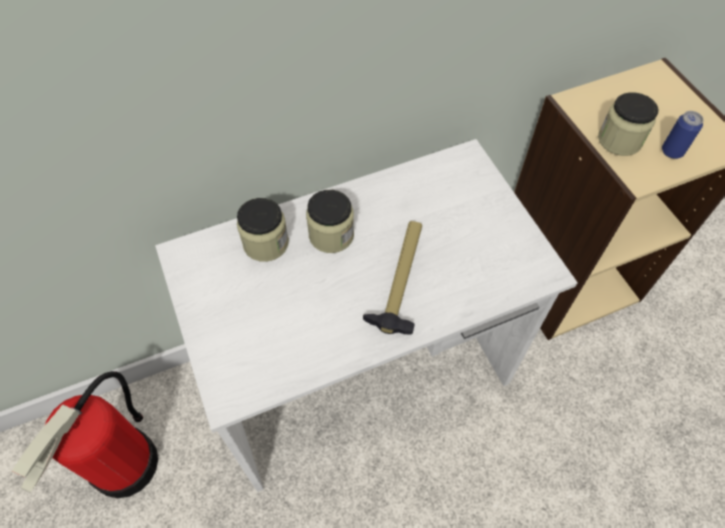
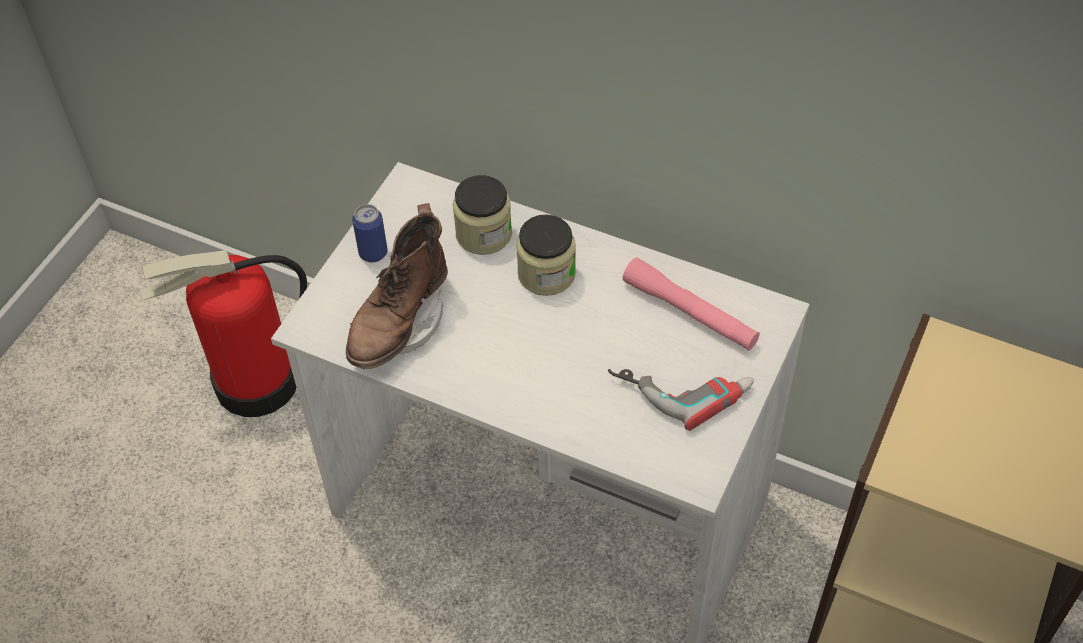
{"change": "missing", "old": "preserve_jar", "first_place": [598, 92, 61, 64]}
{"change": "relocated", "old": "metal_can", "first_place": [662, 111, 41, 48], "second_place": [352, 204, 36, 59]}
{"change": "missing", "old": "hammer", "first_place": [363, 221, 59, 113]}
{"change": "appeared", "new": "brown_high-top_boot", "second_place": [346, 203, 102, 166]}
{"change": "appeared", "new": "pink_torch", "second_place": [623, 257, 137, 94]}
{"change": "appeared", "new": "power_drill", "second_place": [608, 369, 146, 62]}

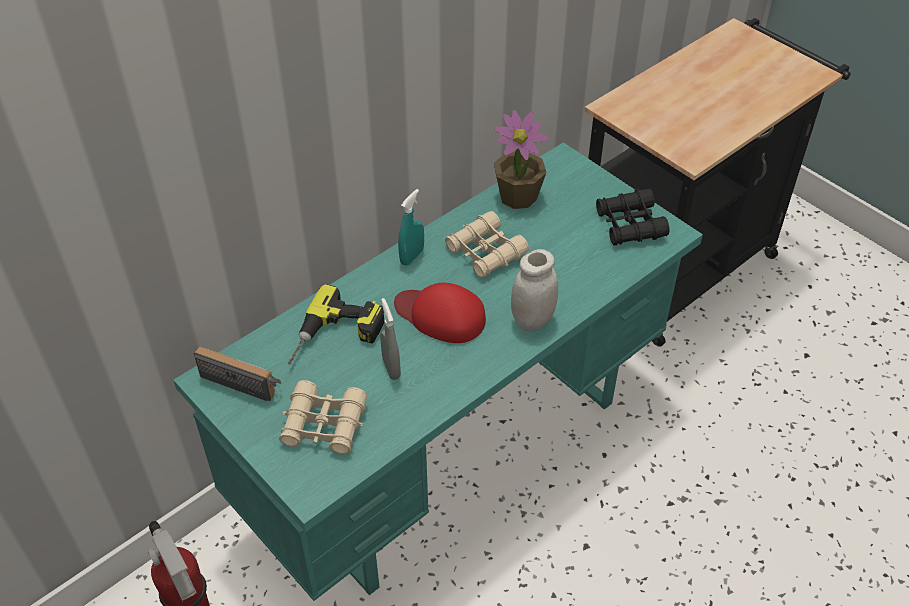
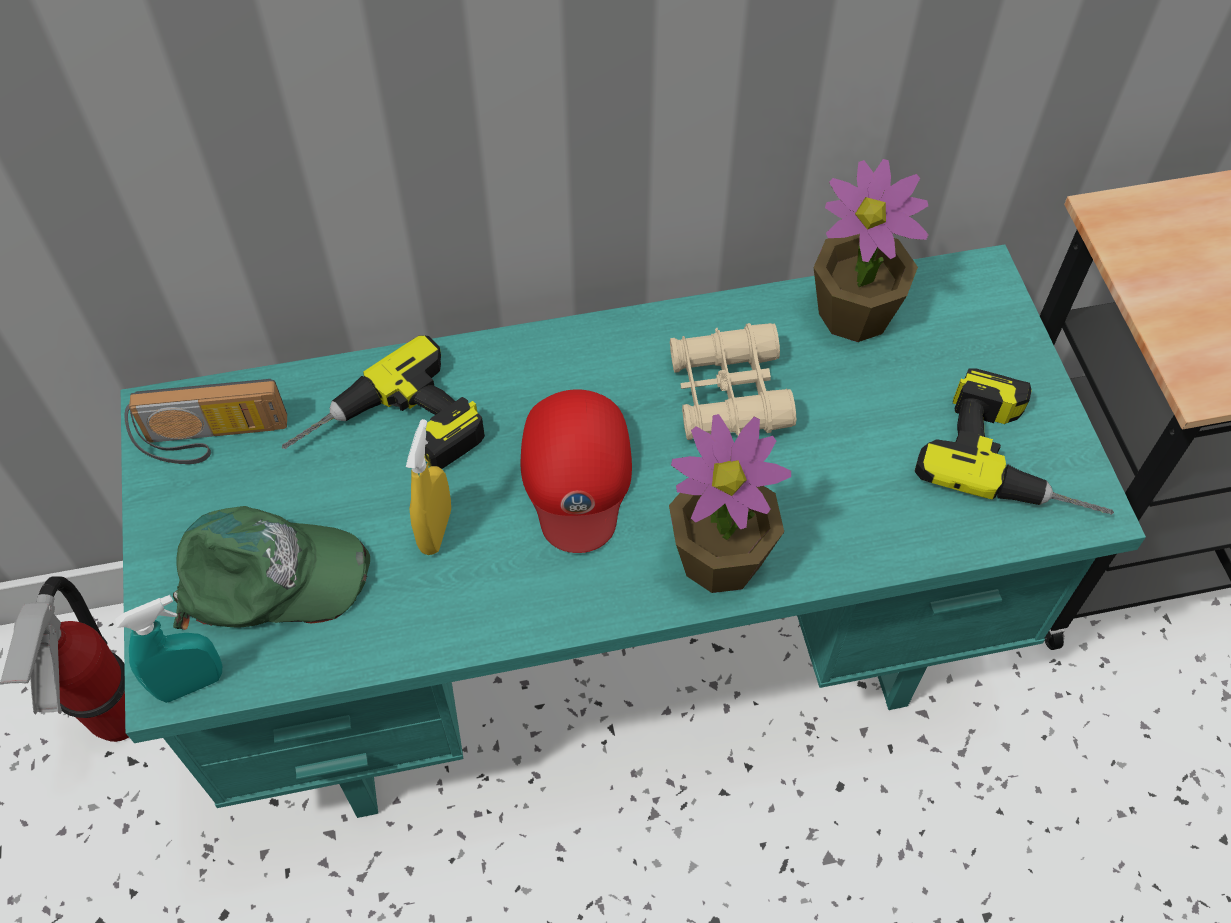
{"change": "relocated", "old": "turquoise_spray_bottle", "first_place": [398, 189, 26, 77], "second_place": [115, 595, 107, 108]}
{"change": "exchanged", "old": "blackish_field_glasses", "new": "power_drill", "first_place": [596, 189, 74, 57], "second_place": [914, 368, 200, 147]}
{"change": "exchanged", "old": "white-coloured_preserve_jar", "new": "potted_plant", "first_place": [511, 249, 47, 82], "second_place": [669, 414, 122, 179]}
{"change": "spun", "old": "red-coloured_baseball_cap", "first_place": [394, 283, 92, 60], "second_place": [521, 389, 111, 164], "degrees": -150}
{"change": "colour", "old": "greyish_spray_bottle", "new": "yellow_spray_bottle", "first_place": [380, 298, 21, 82], "second_place": [406, 419, 45, 136]}
{"change": "spun", "old": "radio_receiver", "first_place": [194, 347, 87, 54], "second_place": [125, 379, 162, 85], "degrees": 120}
{"change": "exchanged", "old": "beige_field_glasses", "new": "green-coloured_baseball_cap", "first_place": [279, 380, 88, 74], "second_place": [173, 506, 197, 124]}

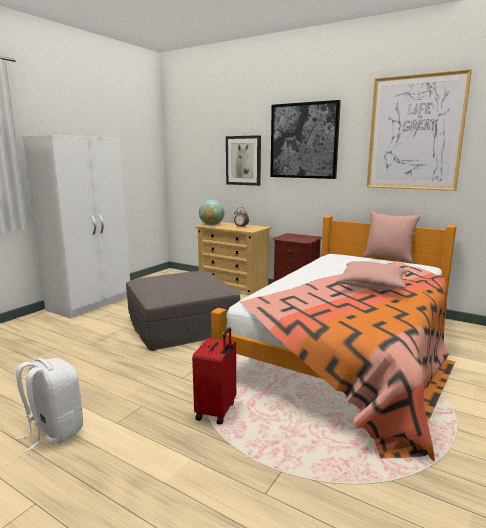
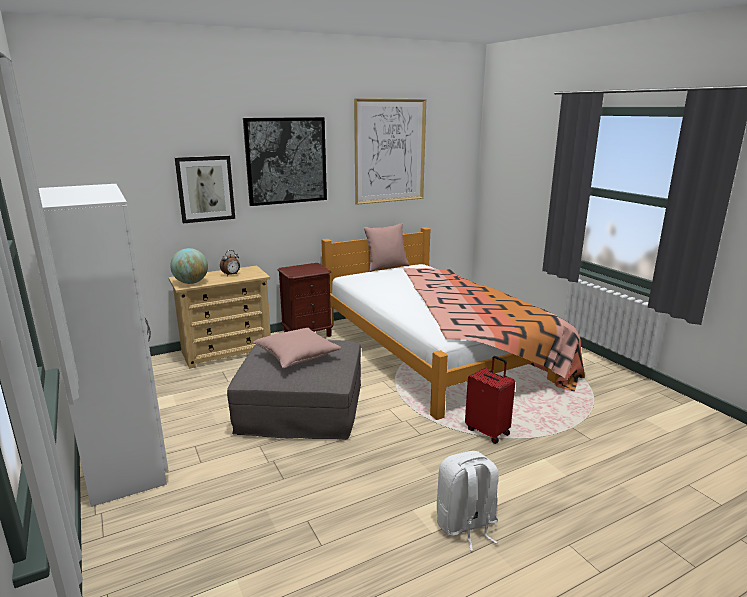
{"change": "relocated", "old": "pink_throw_pillow", "first_place": [336, 261, 72, 29], "second_place": [253, 328, 88, 41]}

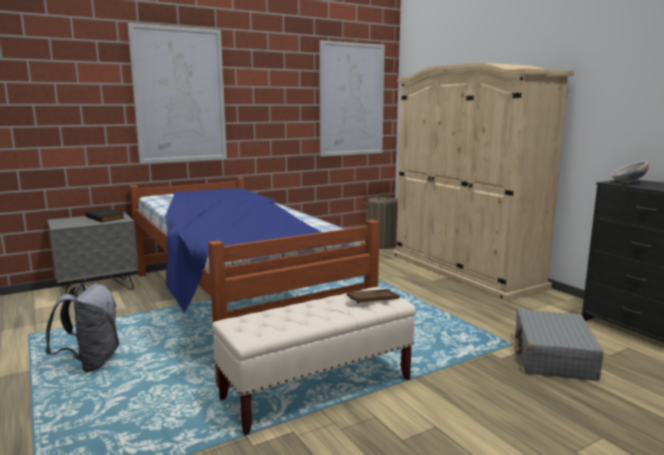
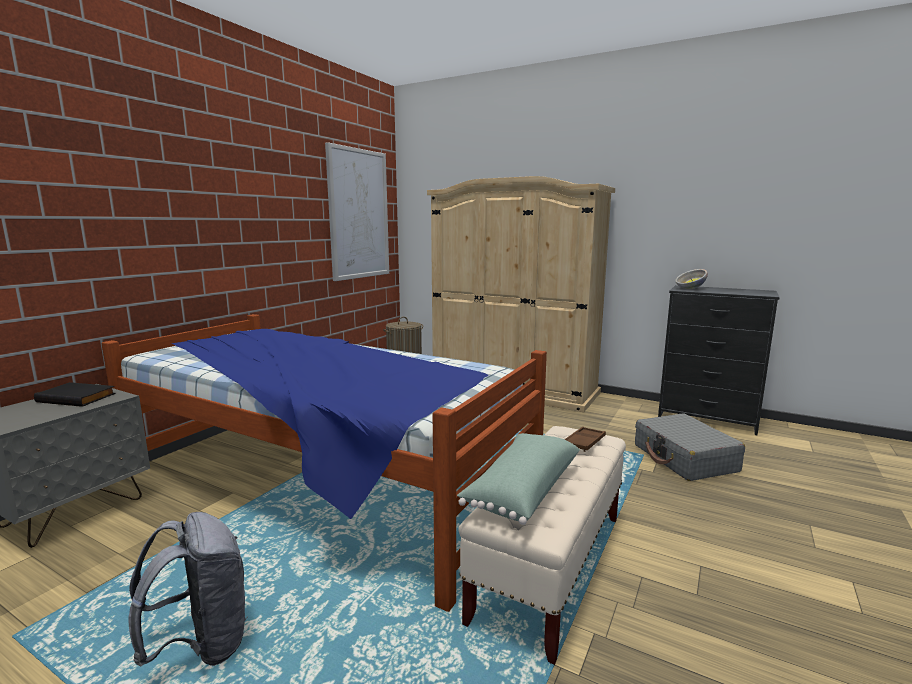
{"change": "missing", "old": "wall_art", "first_place": [127, 23, 100, 141]}
{"change": "appeared", "new": "green-coloured_throw_pillow", "second_place": [457, 433, 123, 92]}

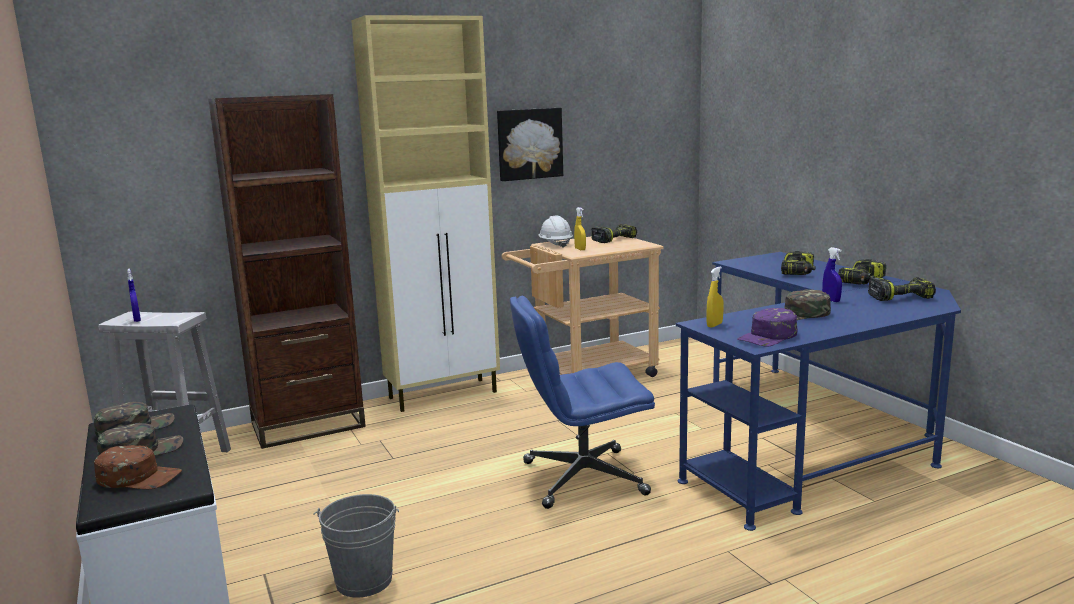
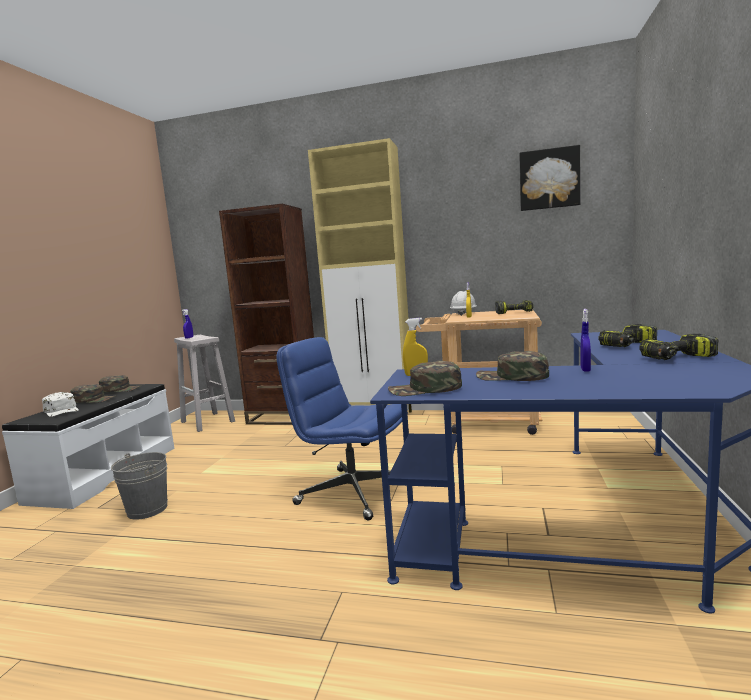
{"change": "relocated", "old": "wall_art", "first_place": [497, 108, 66, 73], "second_place": [519, 145, 61, 66]}
{"change": "missing", "old": "power_drill", "first_place": [868, 277, 68, 24]}
{"change": "colour", "old": "purplish_baseball_cap", "new": "green-coloured_baseball_cap", "first_place": [737, 308, 60, 38], "second_place": [388, 361, 74, 35]}
{"change": "colour", "old": "brown_baseball_cap", "new": "white-coloured_baseball_cap", "first_place": [94, 445, 88, 44], "second_place": [42, 392, 37, 25]}

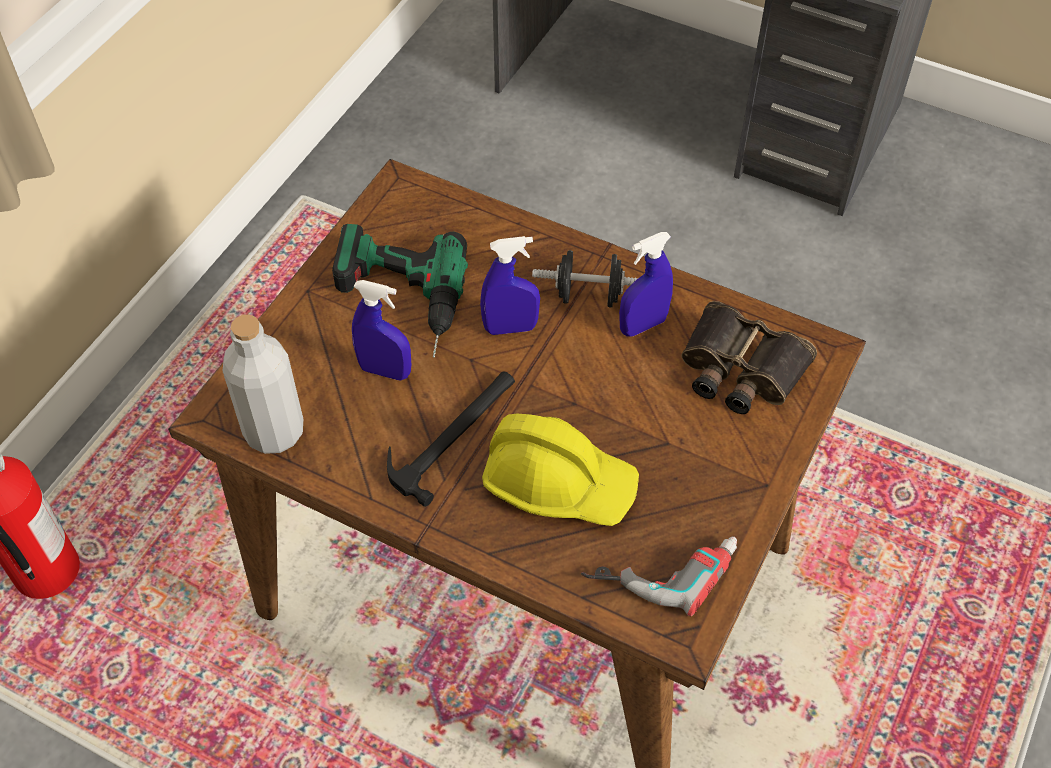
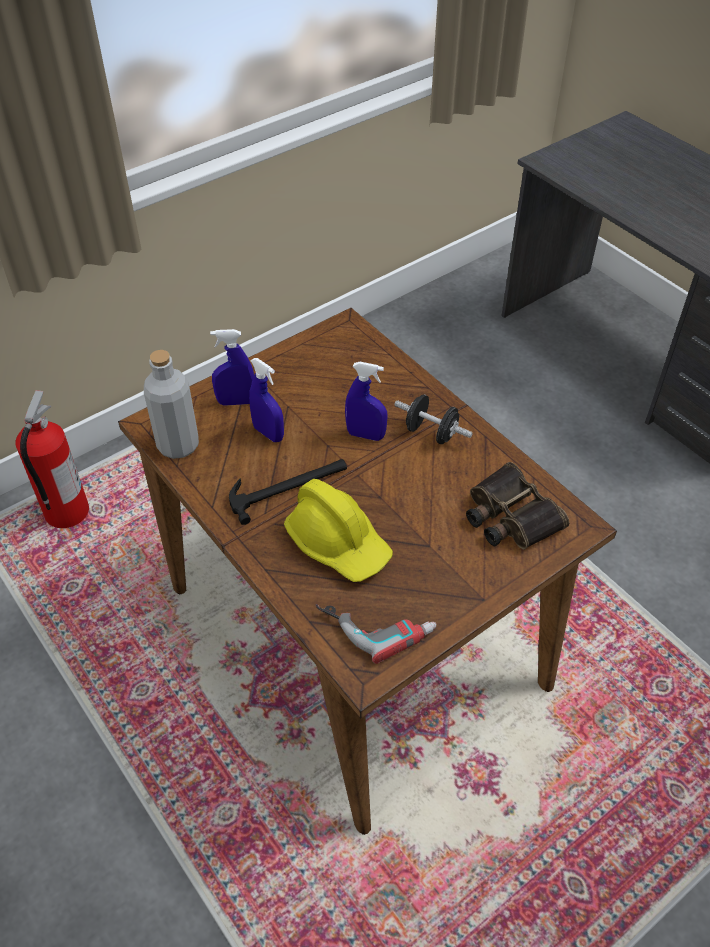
{"change": "missing", "old": "power_drill", "first_place": [332, 224, 136, 134]}
{"change": "relocated", "old": "bluish_spray_bottle", "first_place": [619, 232, 54, 105], "second_place": [210, 329, 44, 77]}

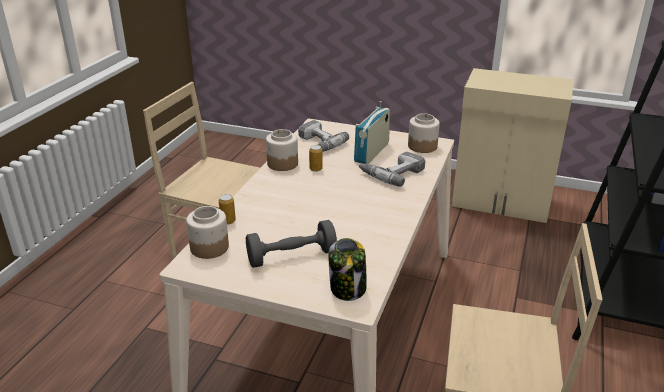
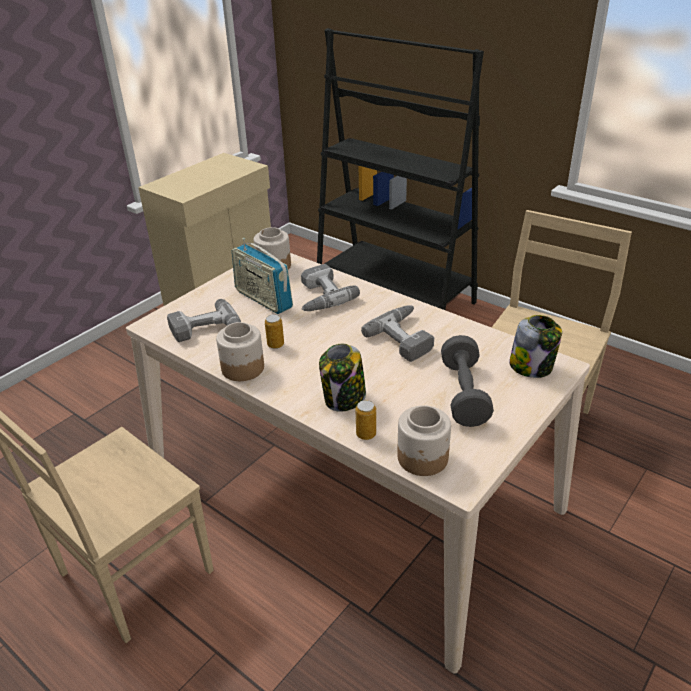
{"change": "appeared", "new": "power_drill", "second_place": [361, 305, 73, 57]}
{"change": "appeared", "new": "preserve_jar", "second_place": [319, 344, 47, 68]}

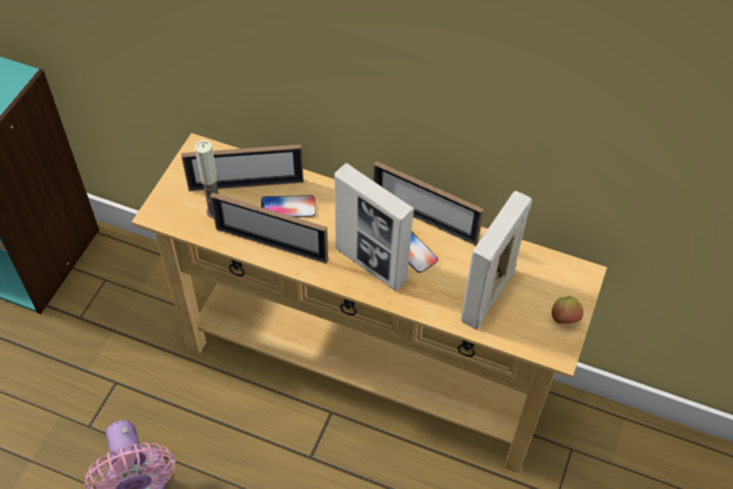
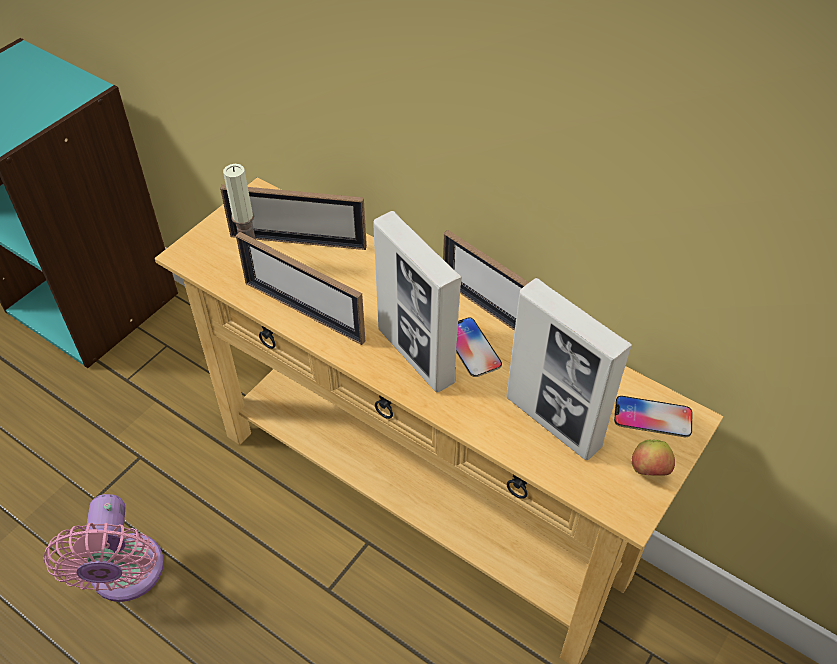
{"change": "spun", "old": "photo_frame", "first_place": [461, 191, 71, 139], "second_place": [506, 278, 126, 182], "degrees": -90}
{"change": "relocated", "old": "phone", "first_place": [261, 195, 55, 23], "second_place": [614, 396, 78, 41]}

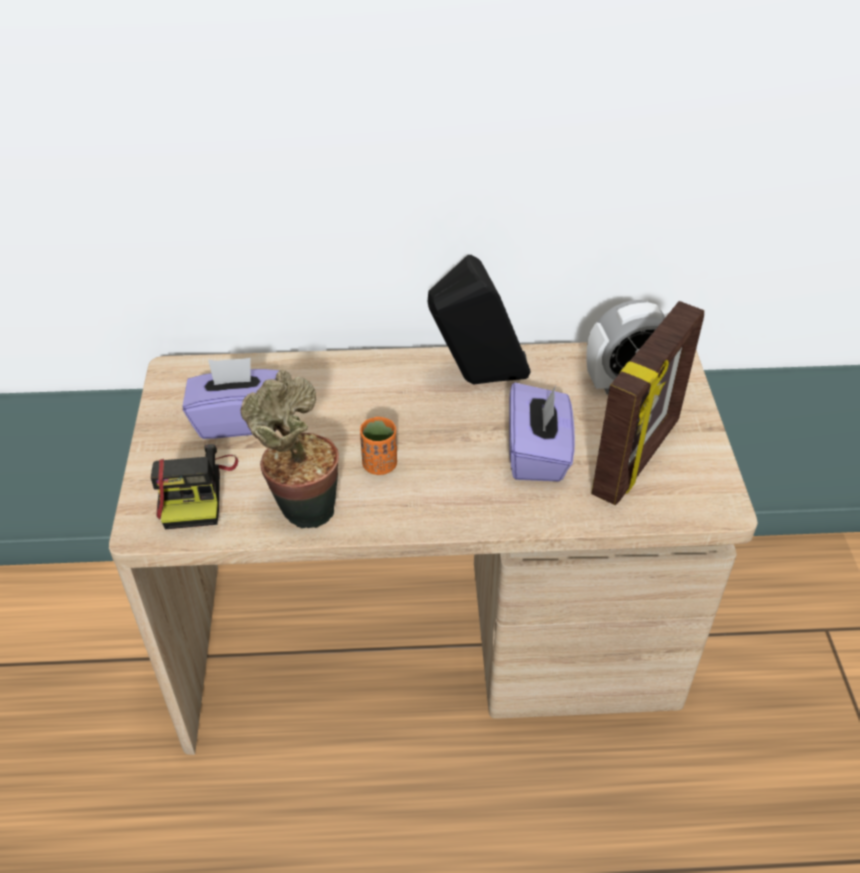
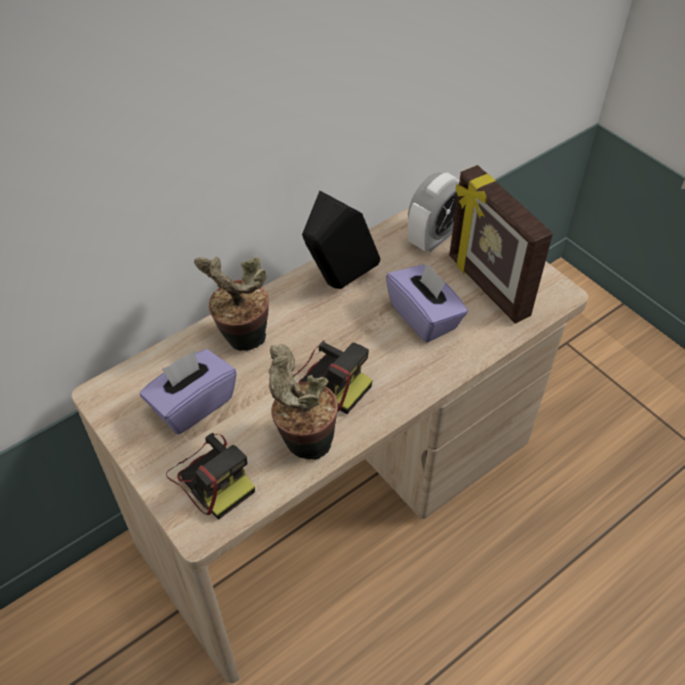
{"change": "spun", "old": "photo_frame", "first_place": [591, 301, 113, 204], "second_place": [449, 165, 104, 159], "degrees": 150}
{"change": "exchanged", "old": "orangey_drinking_cup", "new": "still_camera", "first_place": [360, 417, 37, 58], "second_place": [293, 340, 80, 74]}
{"change": "appeared", "new": "potted_plant", "second_place": [194, 257, 75, 94]}

